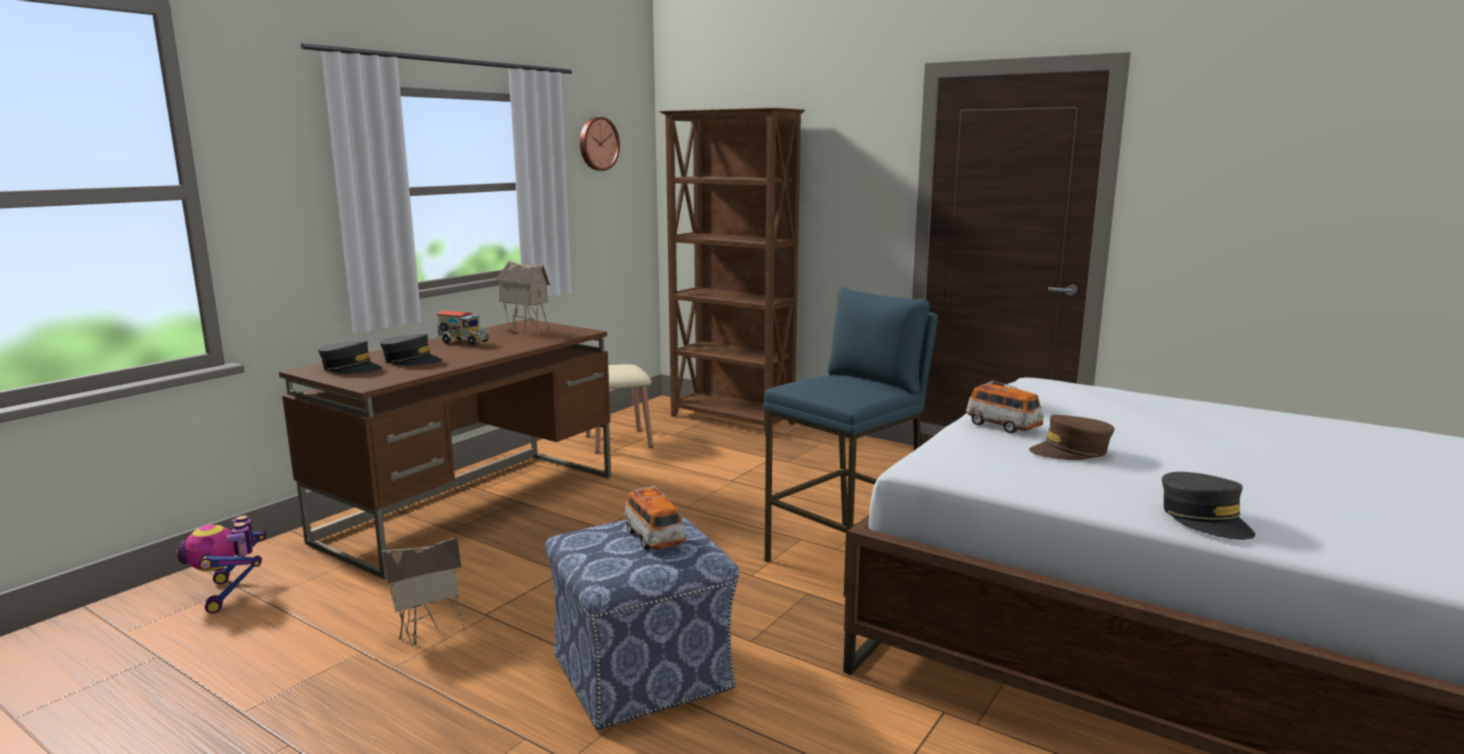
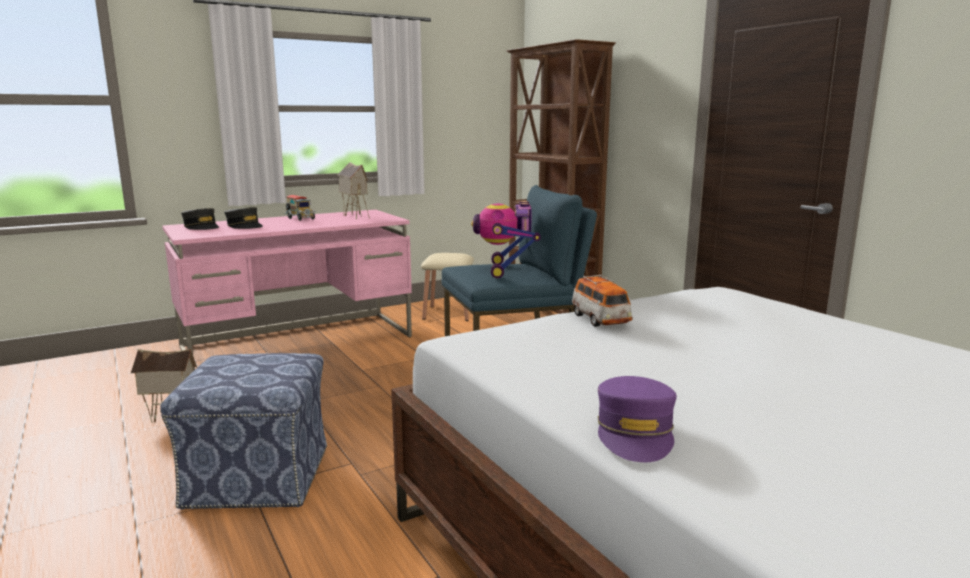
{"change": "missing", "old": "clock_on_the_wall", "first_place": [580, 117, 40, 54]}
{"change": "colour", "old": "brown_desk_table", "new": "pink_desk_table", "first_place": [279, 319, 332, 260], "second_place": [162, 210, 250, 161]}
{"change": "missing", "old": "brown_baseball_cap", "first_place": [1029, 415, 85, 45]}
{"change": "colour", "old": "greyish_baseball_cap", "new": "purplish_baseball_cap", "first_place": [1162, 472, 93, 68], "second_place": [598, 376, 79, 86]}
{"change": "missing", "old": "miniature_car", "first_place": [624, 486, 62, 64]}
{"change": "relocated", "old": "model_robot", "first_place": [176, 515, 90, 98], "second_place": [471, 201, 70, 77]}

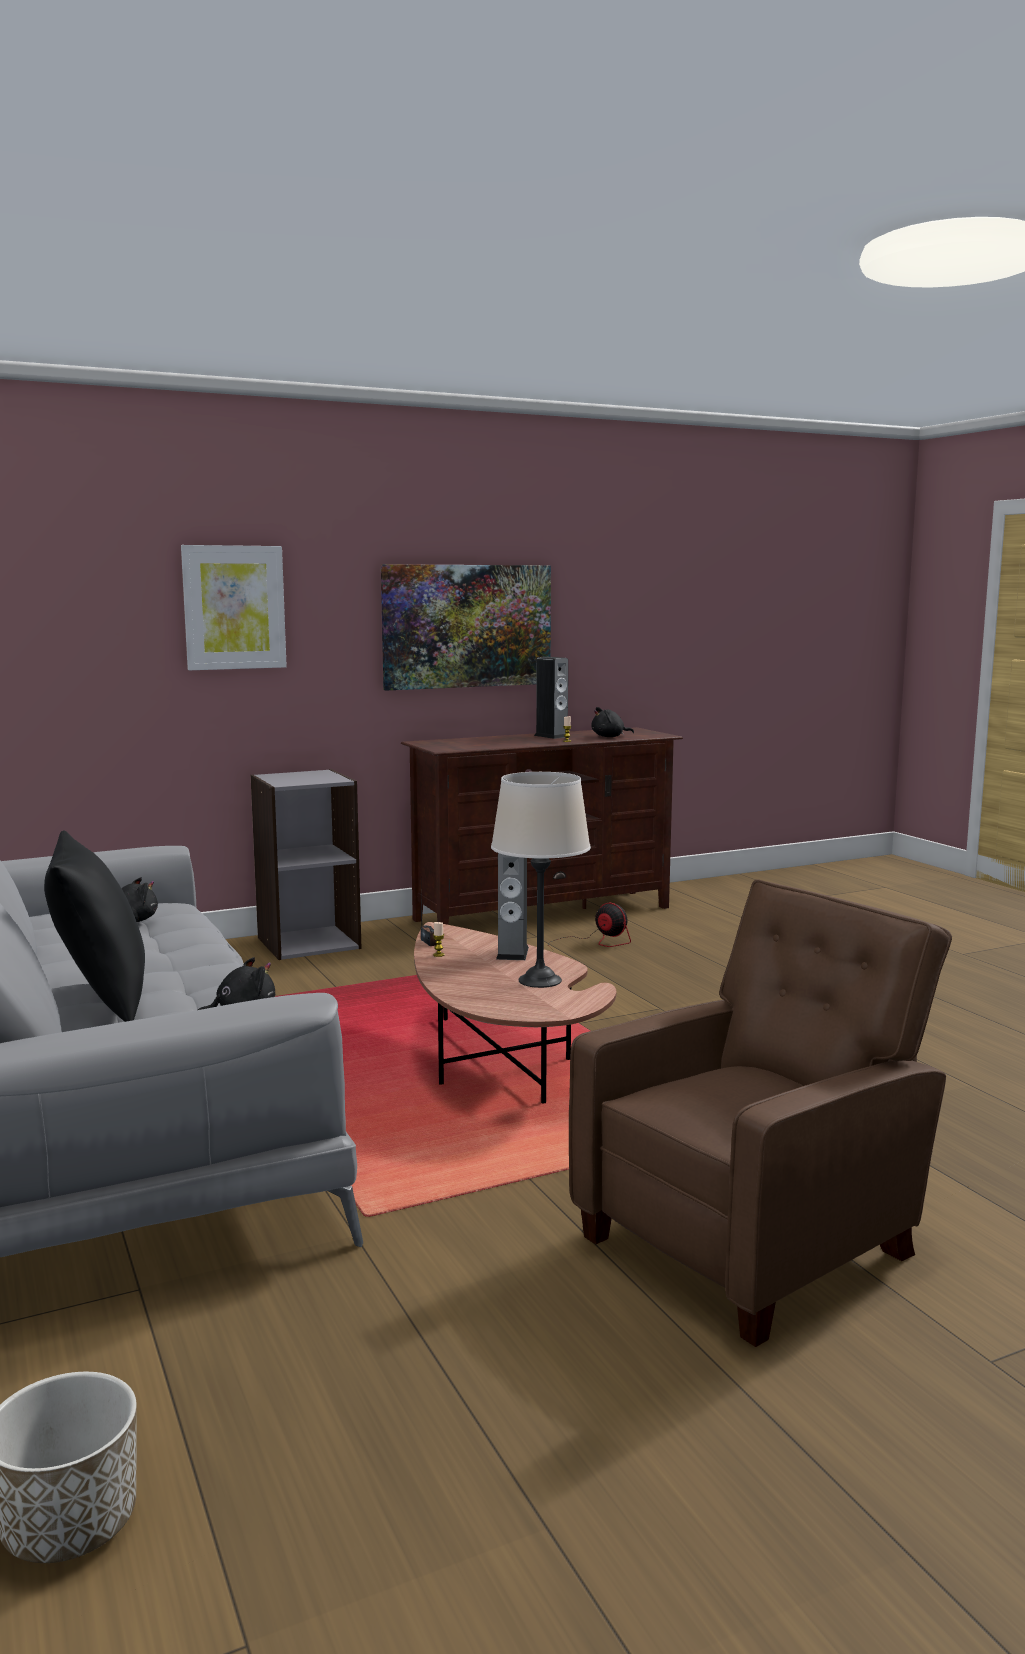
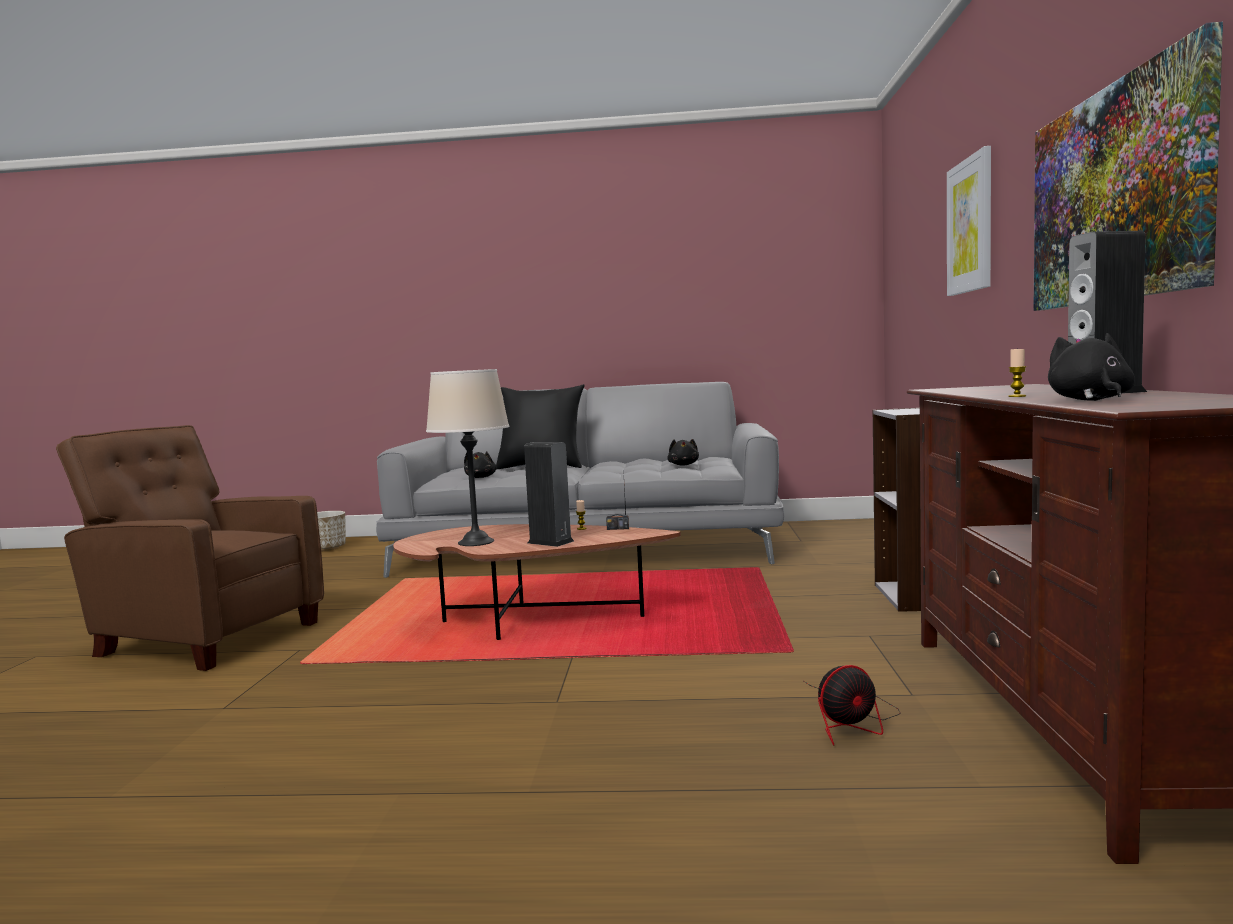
{"change": "spun", "old": "brown_lounge_chair", "first_place": [569, 880, 383, 467], "second_place": [56, 425, 268, 246], "degrees": 120}

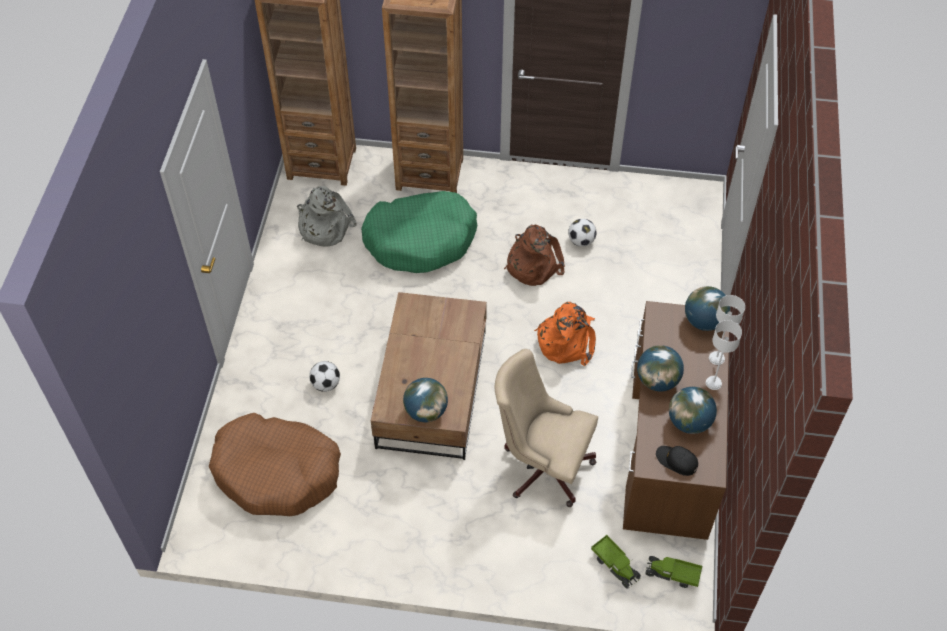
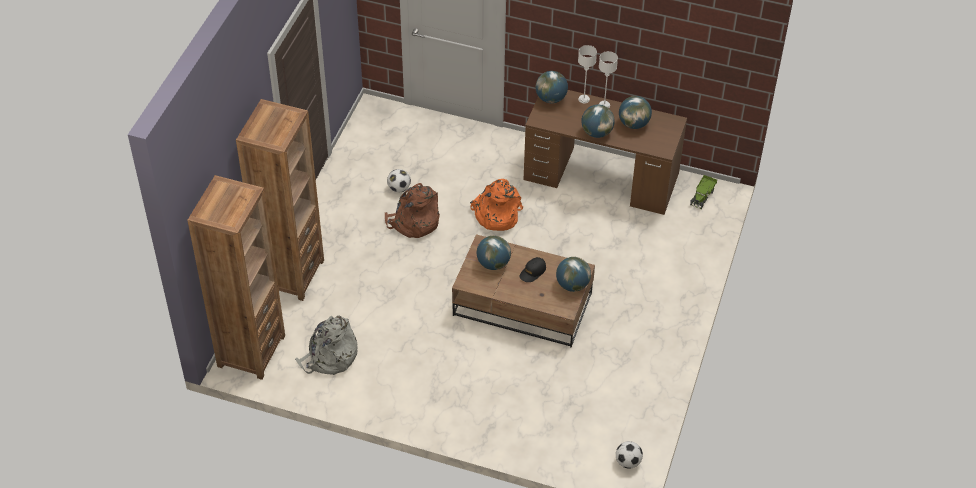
{"change": "missing", "old": "green-coloured_pet_bed", "first_place": [361, 191, 116, 82]}
{"change": "missing", "old": "beige_desk_chair", "first_place": [495, 349, 103, 158]}
{"change": "relocated", "old": "football", "first_place": [309, 361, 31, 31], "second_place": [616, 441, 27, 28]}
{"change": "missing", "old": "brown_pet_bed", "first_place": [209, 413, 132, 103]}
{"change": "relocated", "old": "blackish_baseball_cap", "first_place": [656, 446, 42, 30], "second_place": [519, 257, 27, 25]}
{"change": "missing", "old": "toy_truck", "first_place": [591, 535, 50, 54]}
{"change": "appeared", "new": "world_globe", "second_place": [477, 236, 34, 34]}

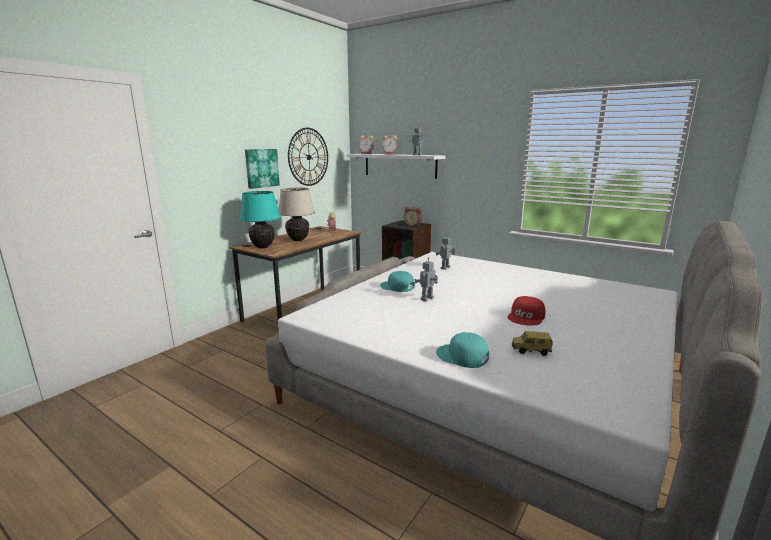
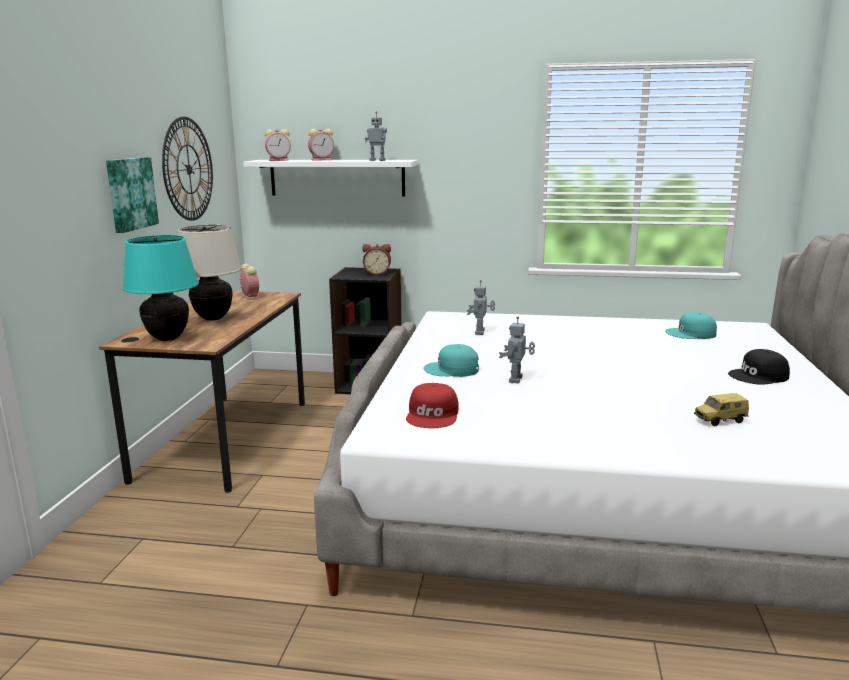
{"change": "relocated", "old": "red-coloured_baseball_cap", "first_place": [507, 296, 39, 30], "second_place": [406, 383, 53, 45]}
{"change": "relocated", "old": "turquoise_baseball_cap", "first_place": [436, 332, 53, 36], "second_place": [665, 312, 52, 27]}
{"change": "appeared", "new": "blackish_baseball_cap", "second_place": [728, 349, 62, 36]}

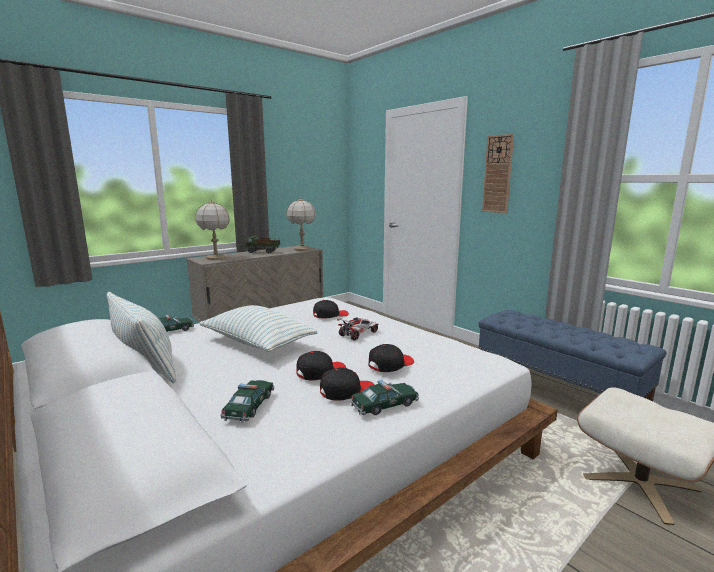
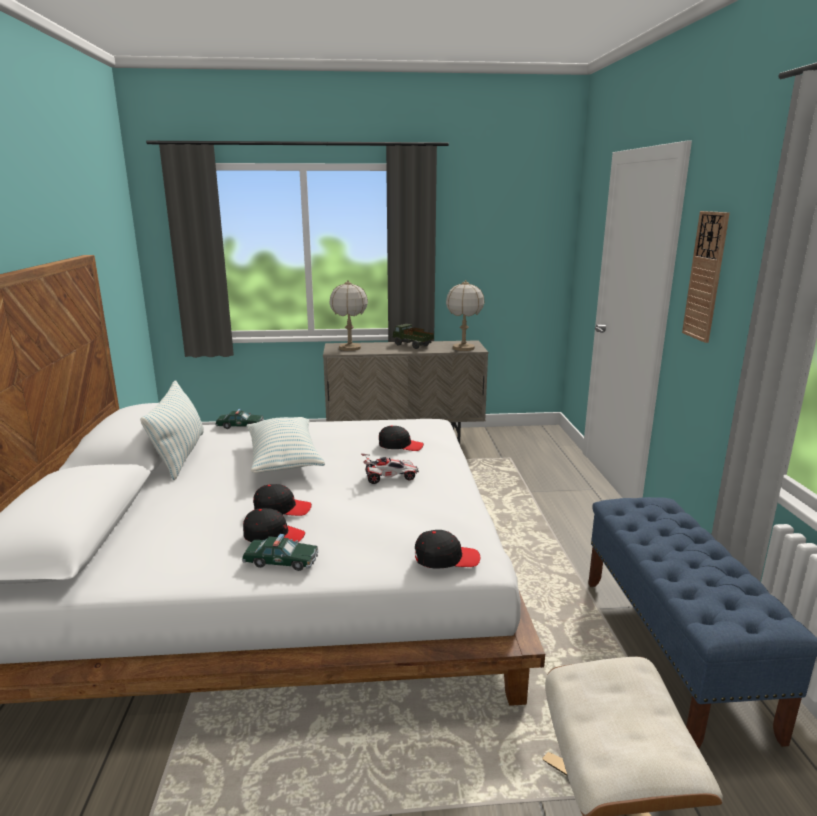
{"change": "relocated", "old": "blackish_baseball_cap", "first_place": [368, 344, 46, 28], "second_place": [415, 530, 65, 39]}
{"change": "missing", "old": "miniature_car", "first_place": [220, 380, 55, 43]}

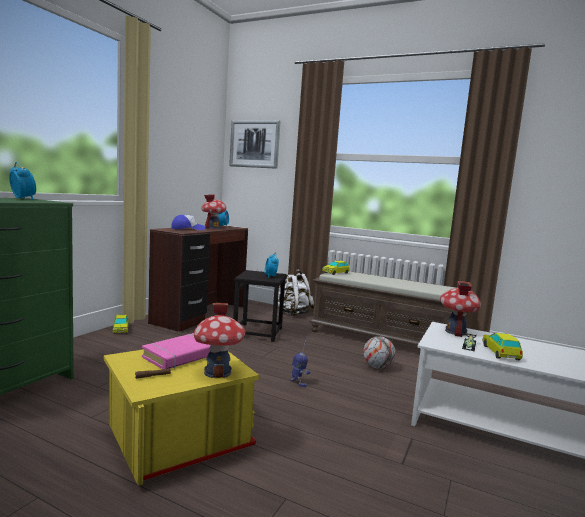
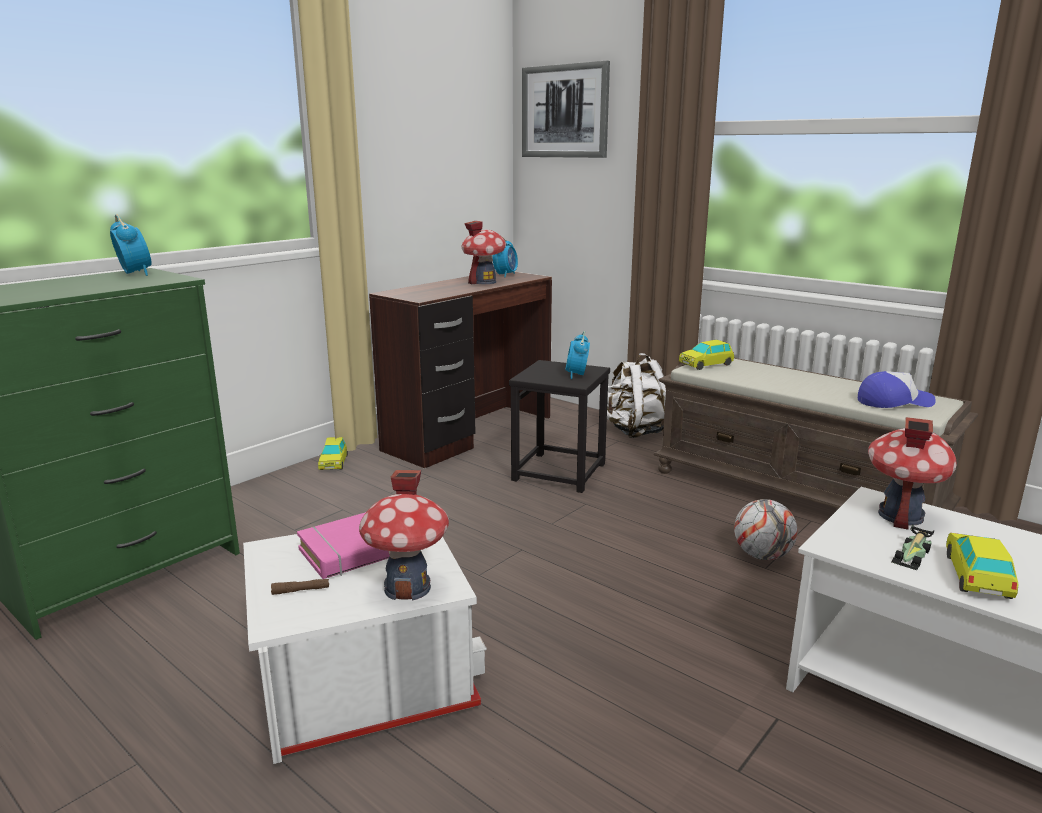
{"change": "relocated", "old": "baseball_cap", "first_place": [171, 215, 35, 15], "second_place": [858, 371, 78, 37]}
{"change": "missing", "old": "model_robot", "first_place": [291, 336, 19, 51]}
{"change": "colour", "old": "yellow_storage_container", "new": "white-coloured_storage_container", "first_place": [103, 349, 156, 137], "second_place": [243, 534, 244, 230]}

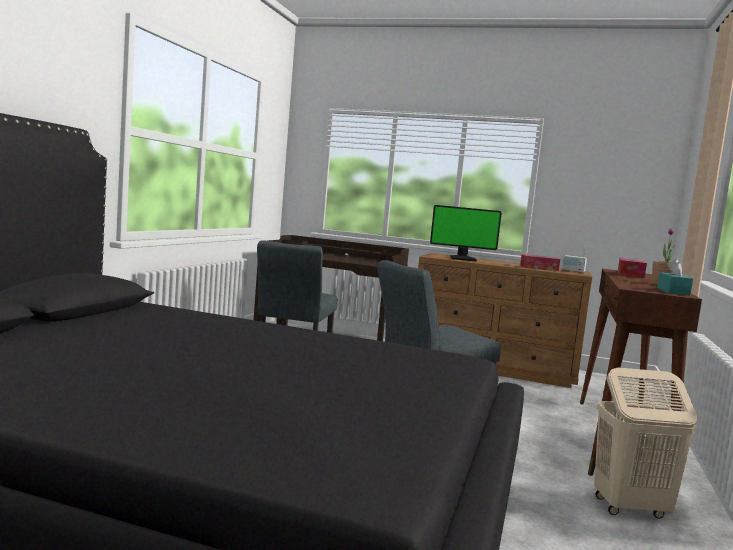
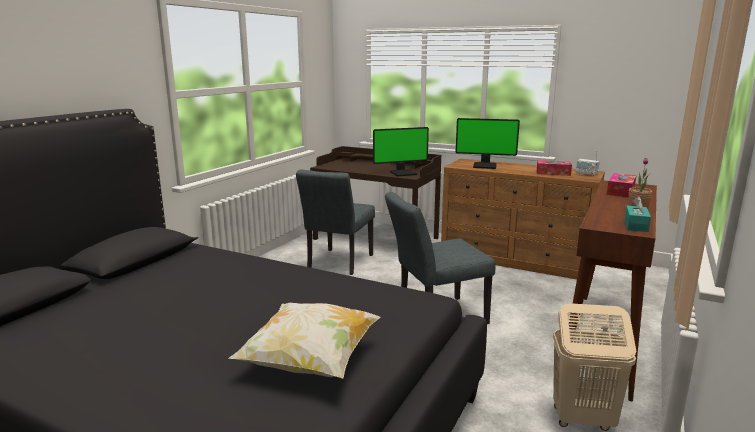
{"change": "appeared", "new": "computer_screen", "second_place": [373, 127, 56, 50]}
{"change": "appeared", "new": "throw_pillow", "second_place": [228, 303, 152, 75]}

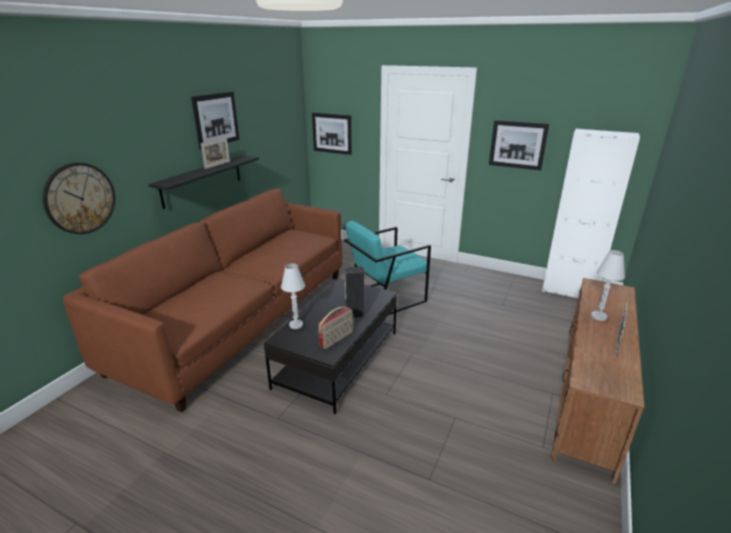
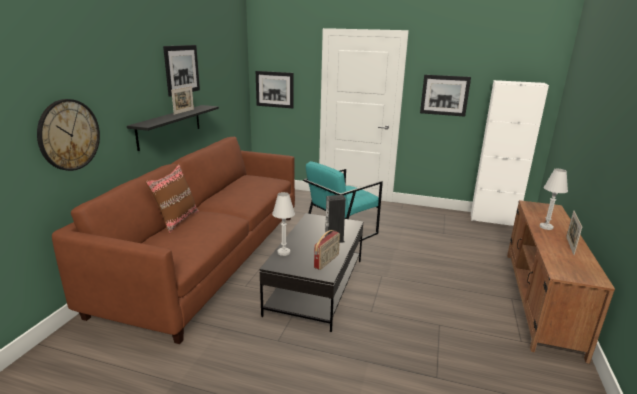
{"change": "appeared", "new": "brown_throw_pillow", "second_place": [146, 165, 53, 68]}

